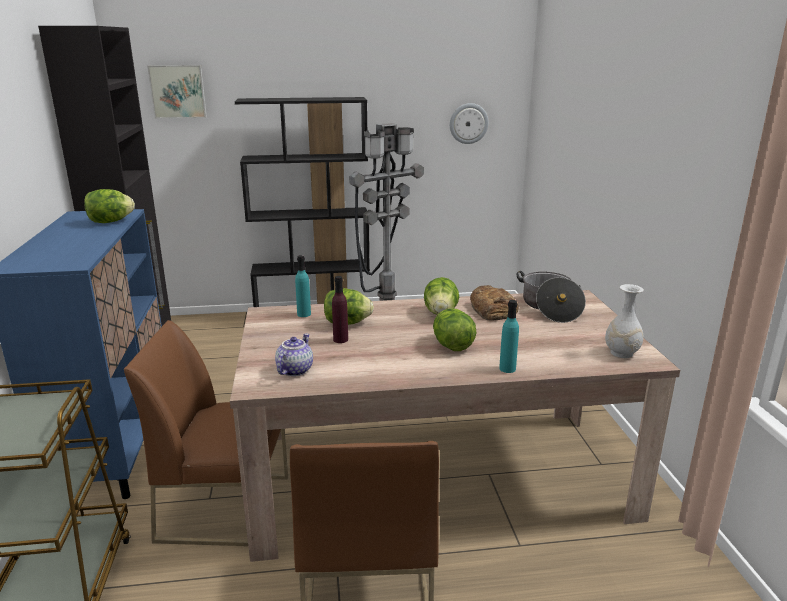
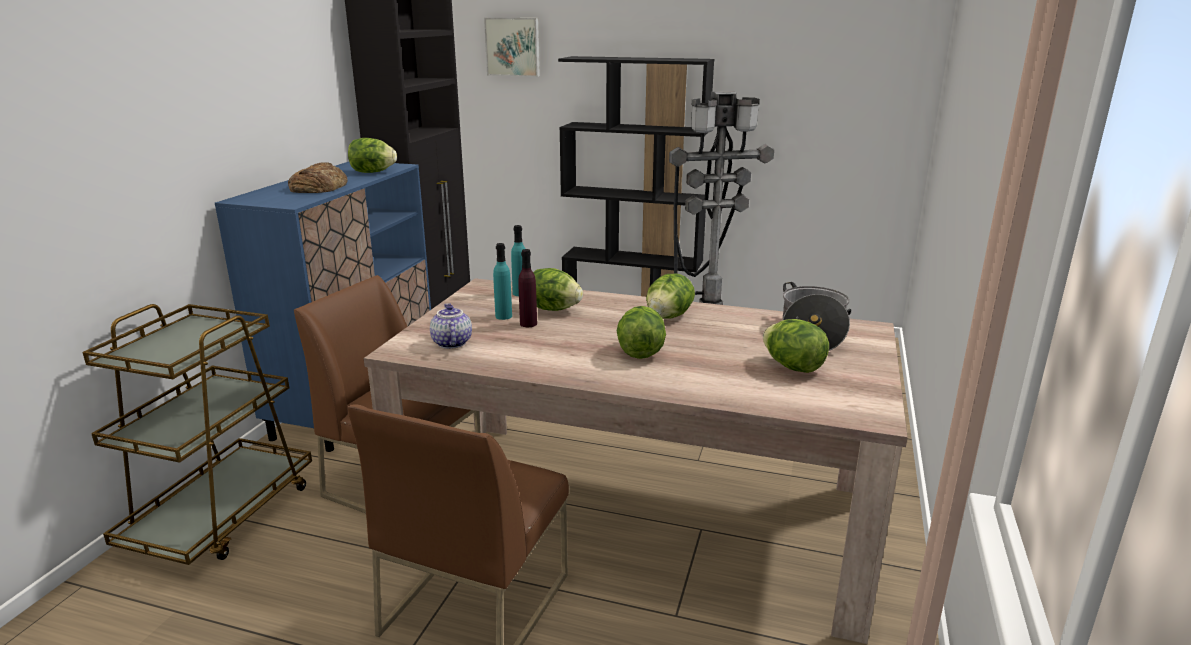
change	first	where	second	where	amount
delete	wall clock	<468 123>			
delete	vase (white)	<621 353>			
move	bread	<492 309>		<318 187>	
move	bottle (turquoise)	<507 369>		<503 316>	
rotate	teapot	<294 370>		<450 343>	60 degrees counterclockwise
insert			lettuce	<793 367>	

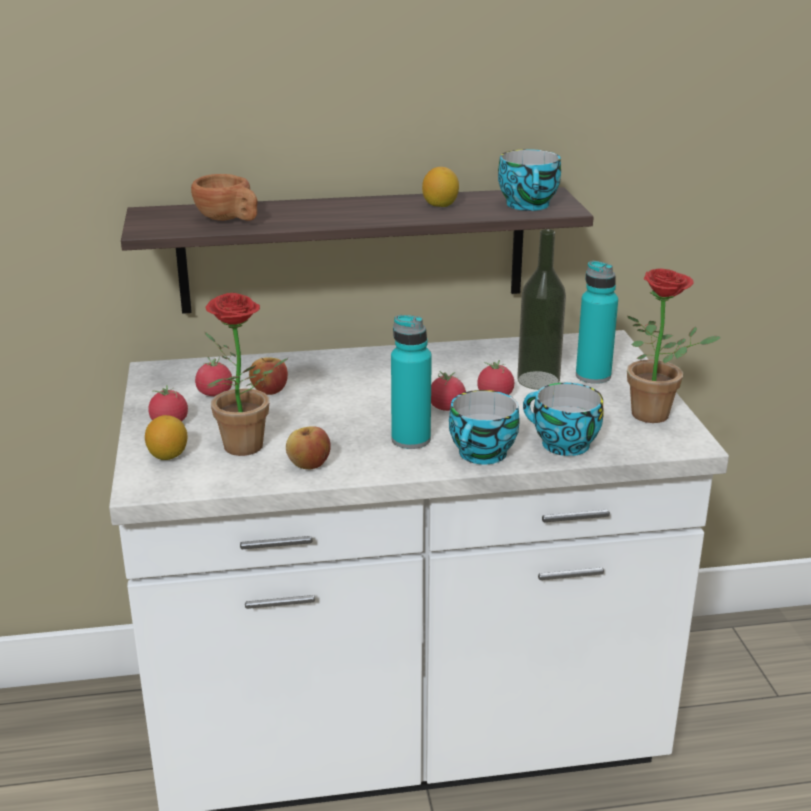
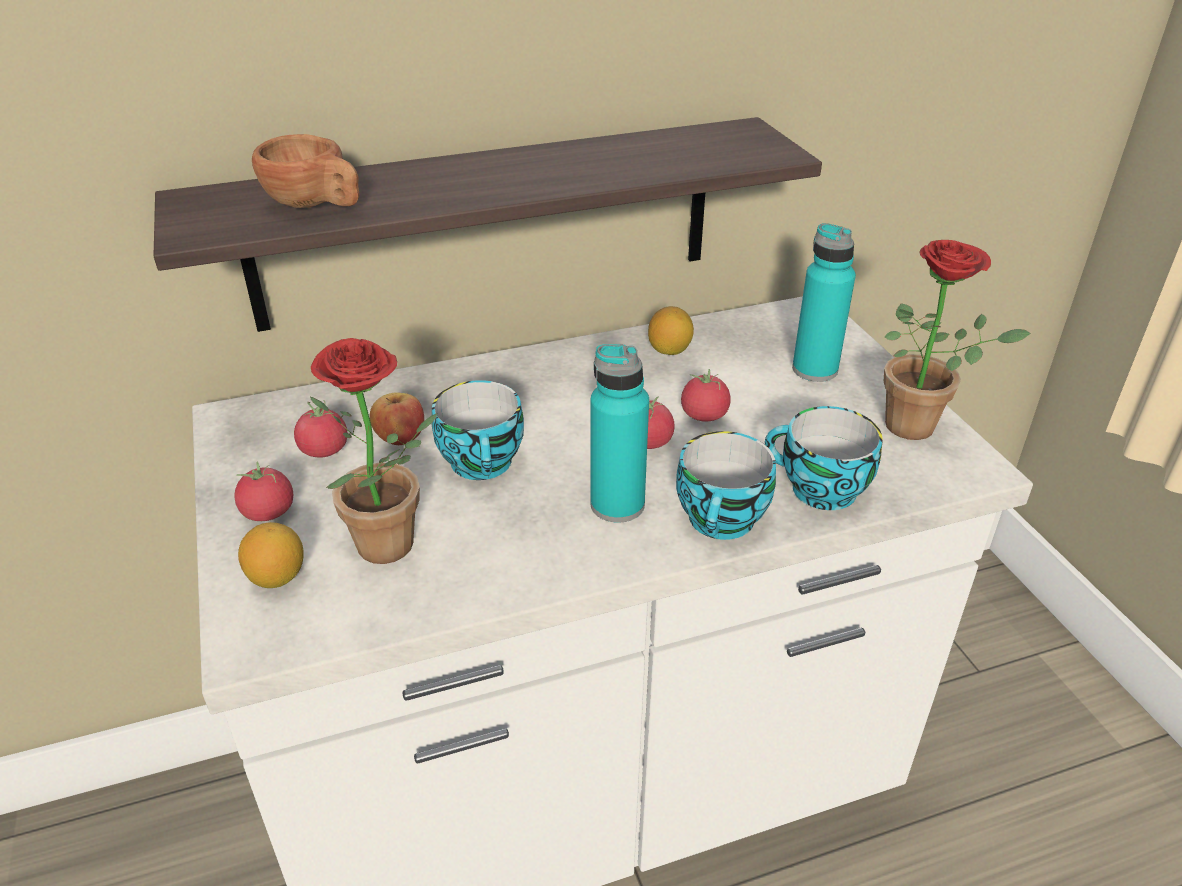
change	first	where	second	where	amount
move	cup	<530 206>		<484 464>	
move	lemon	<440 205>		<669 350>	
delete	bottle	<538 380>			
delete	apple	<309 465>			

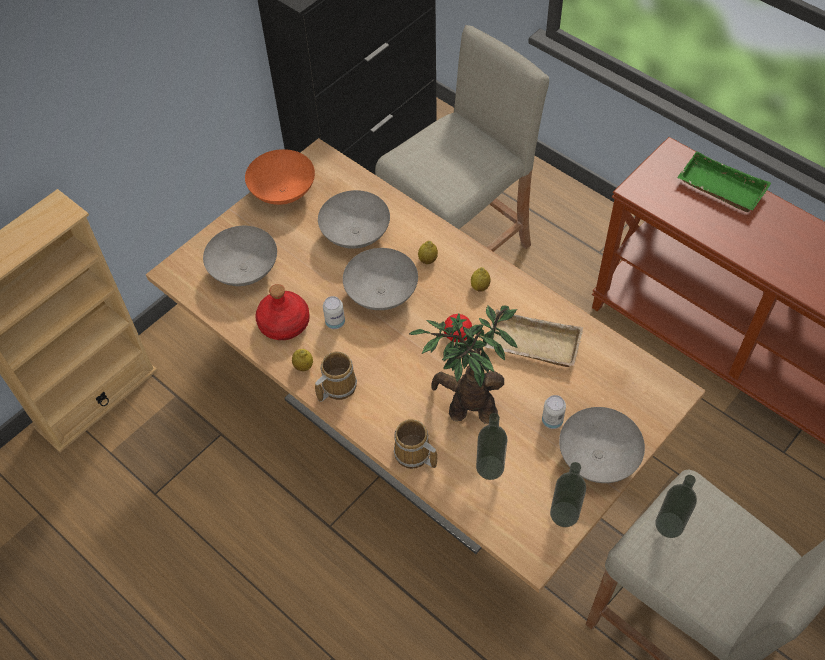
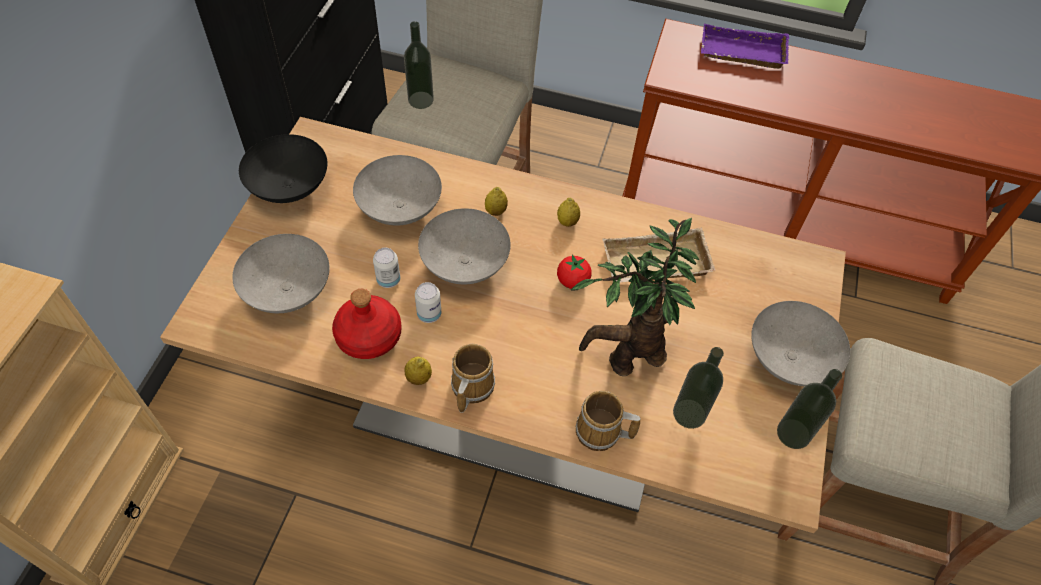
change	first	where	second	where	amount
recolor	bowl (orange)	<284 192>	bowl (black)	<290 186>	
recolor	tray (green)	<719 188>	tray (purple)	<740 54>	
move	can	<552 421>		<388 280>	
move	bottle	<669 525>		<420 100>	

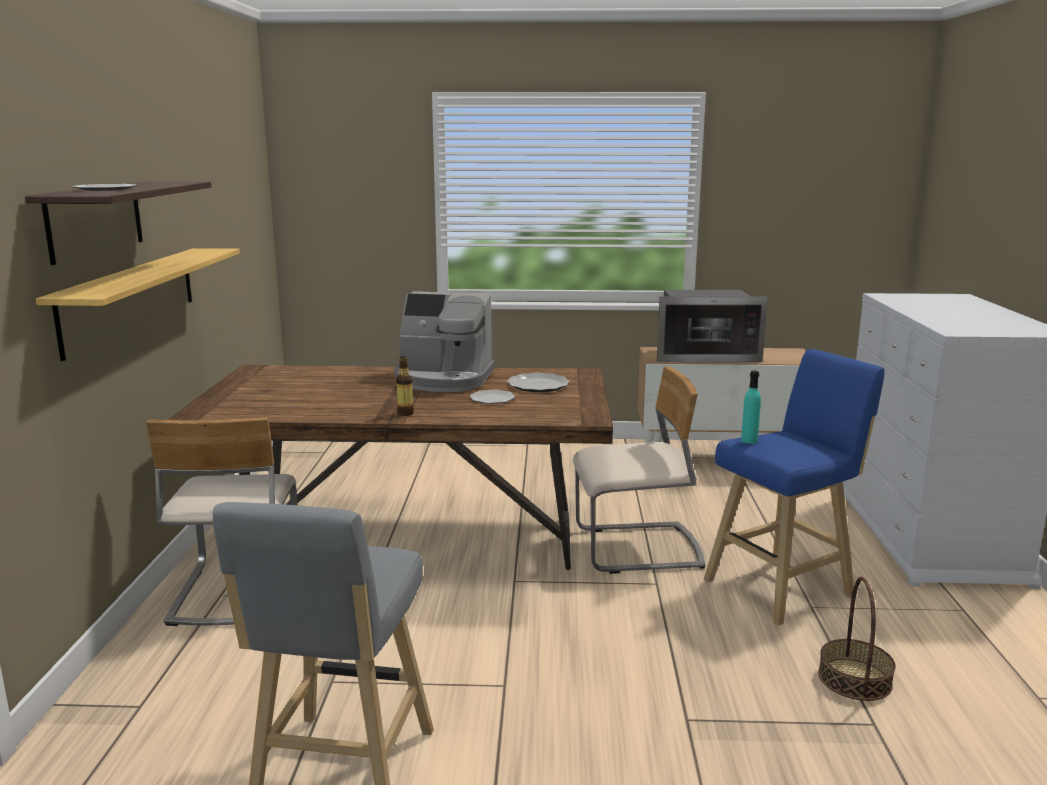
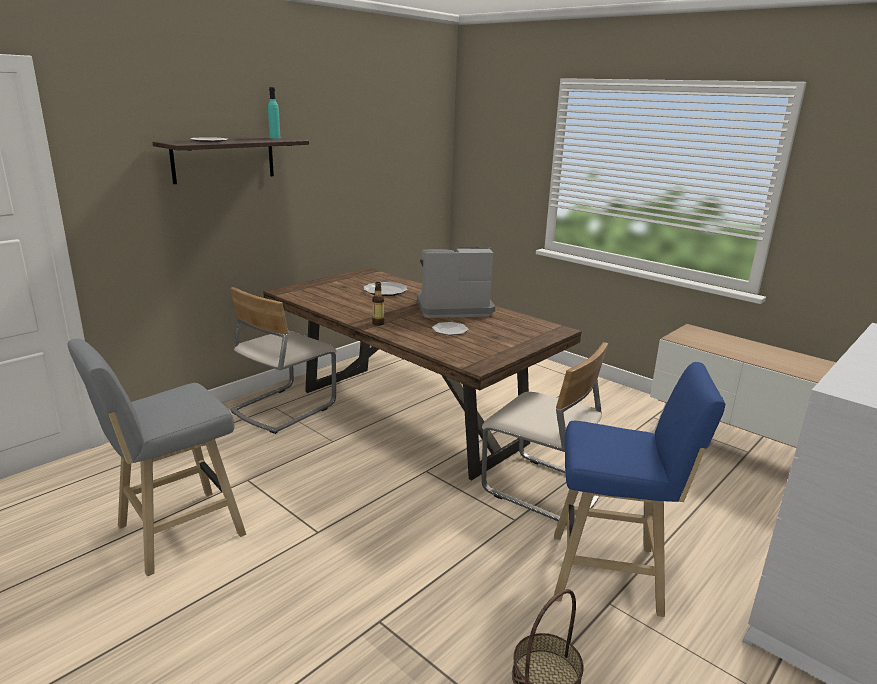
change	first	where	second	where	amount
delete	shelf	<131 298>			
delete	microwave	<704 355>			
rotate	coffee machine	<444 379>		<452 308>	120 degrees clockwise
move	bottle (turquoise)	<749 440>		<275 138>	
move	plate	<538 385>		<385 291>	

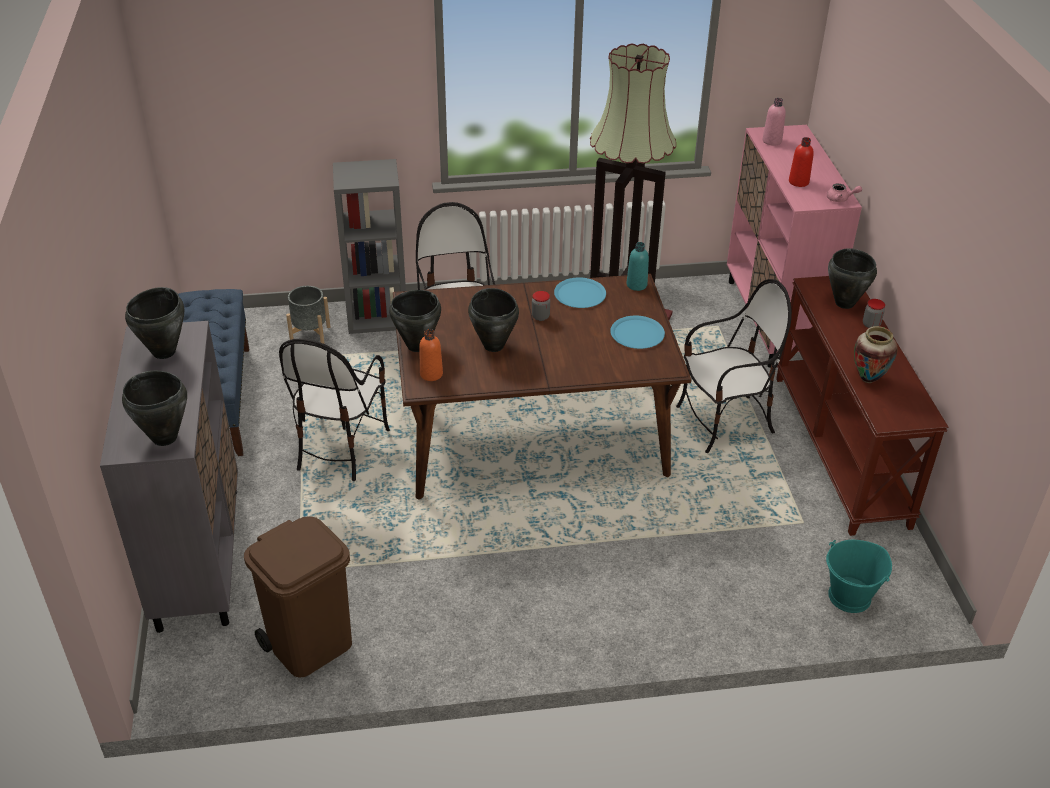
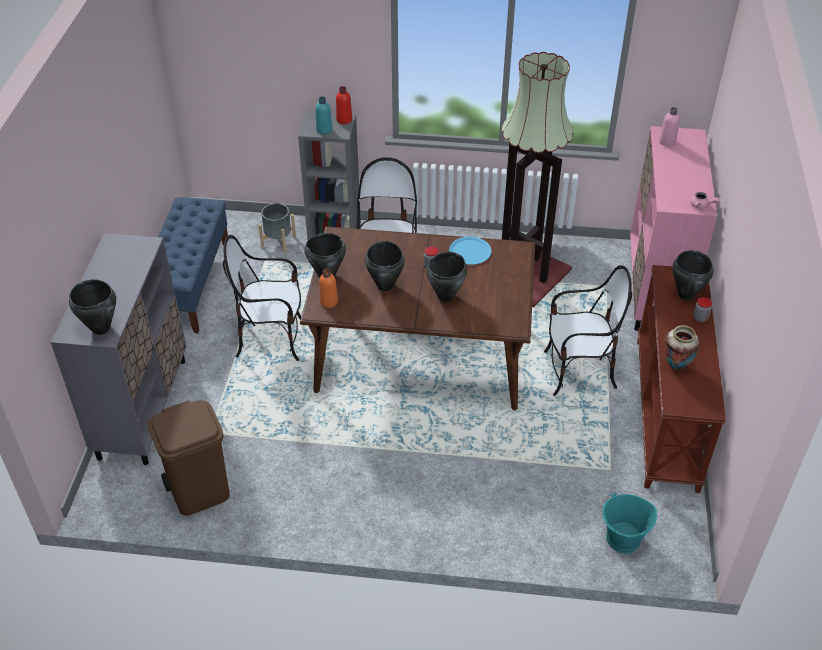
change	first	where	second	where	amount
move	bottle (red)	<798 182>		<344 120>	
move	bottle (turquoise)	<636 285>		<324 130>	
move	cooking pot (black)	<164 352>		<446 296>	
delete	plate (blue)	<637 333>			
rotate	chair	<340 447>		<271 339>	60 degrees clockwise

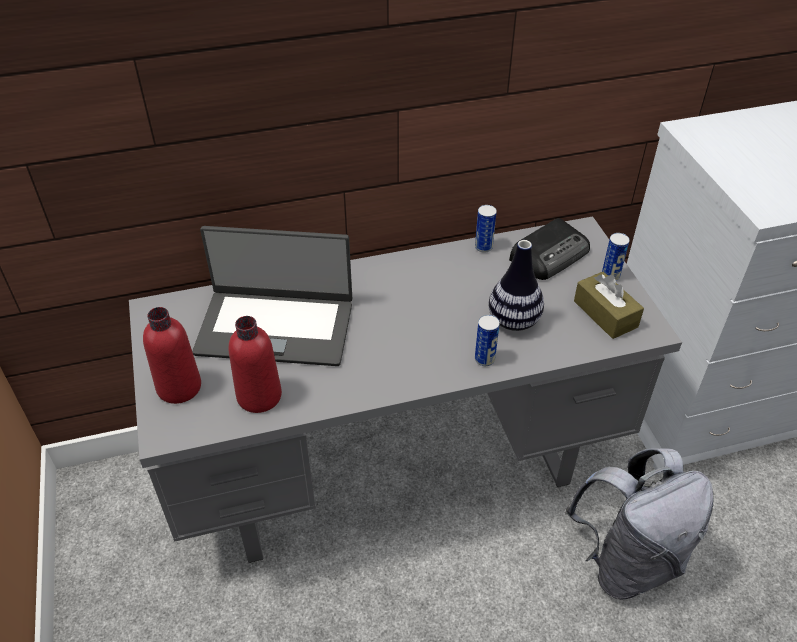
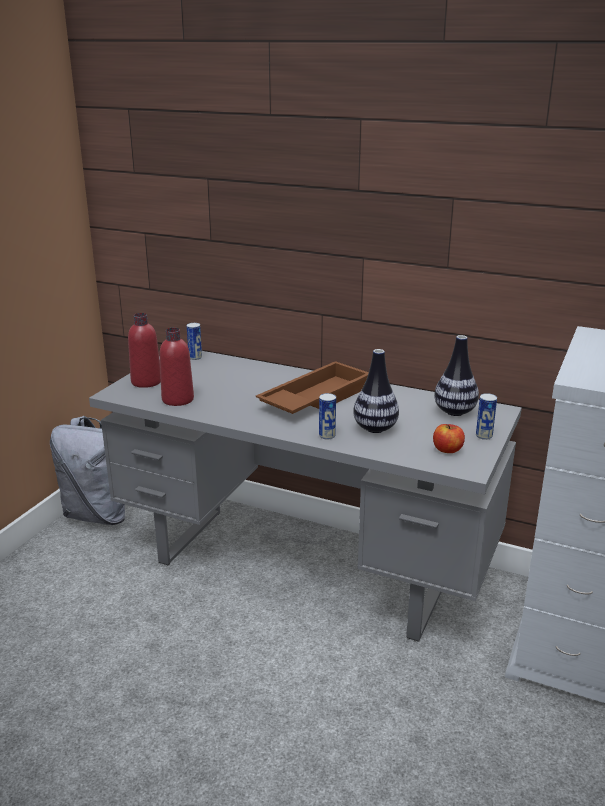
change	first	where	second	where	amount
move	can	<483 247>		<195 357>	
replace	radio	<550 254>	vase	<455 412>	
delete	laptop	<275 326>			
replace	tissue box (brown)	<605 314>	apple	<447 450>	
move	backpack (grey)	<627 560>		<101 514>	
insert			tray (brown)	<314 398>	

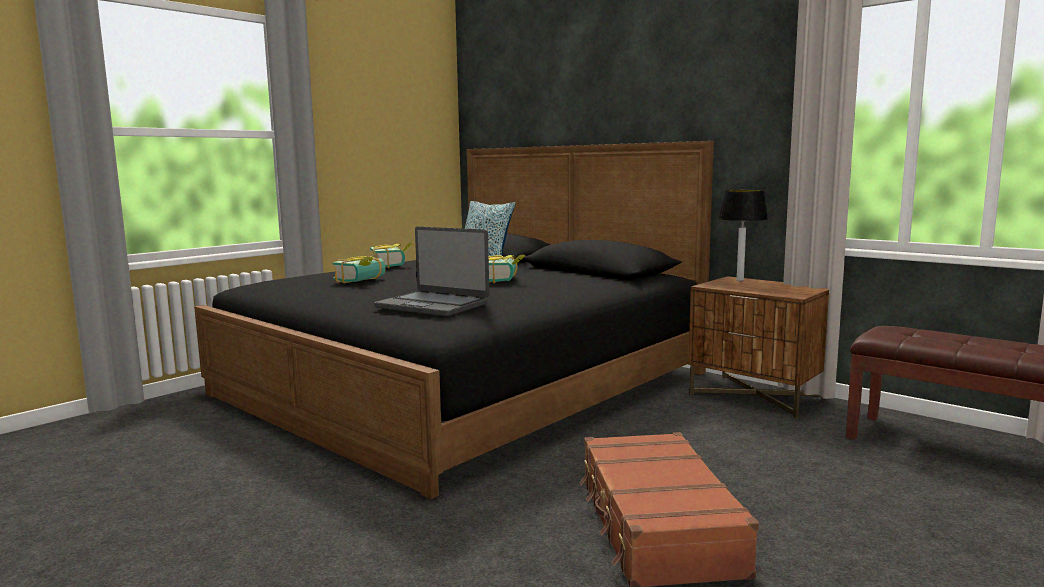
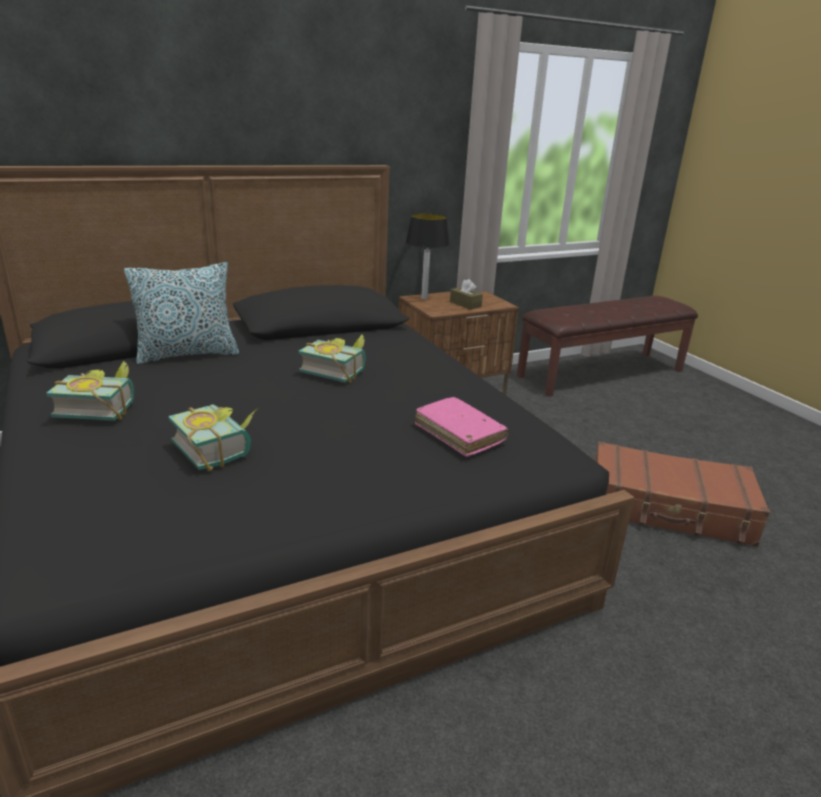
change	first	where	second	where	amount
replace	laptop	<433 305>	book (pink)	<459 434>	
insert			tissue box (brown)	<465 304>	

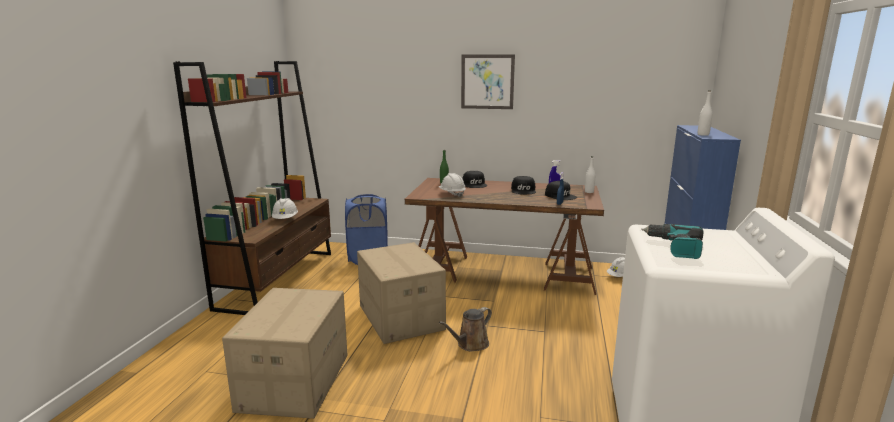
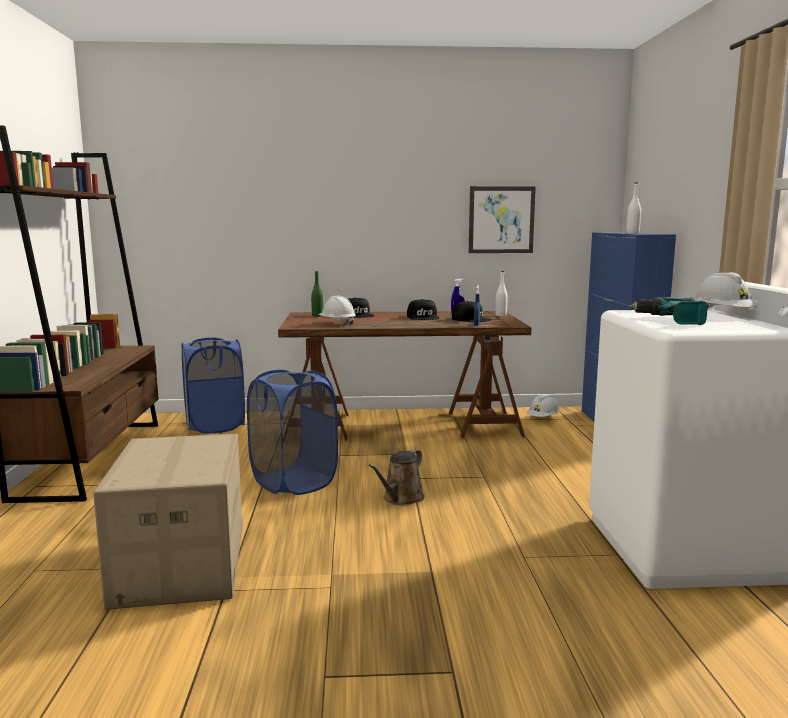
change	first	where	second	where	amount
move	picture	<487 82>		<501 220>	
move	hard hat (white)	<285 219>		<723 315>	
replace	cardboard box	<400 317>	laundry basket (blue)	<293 482>	

